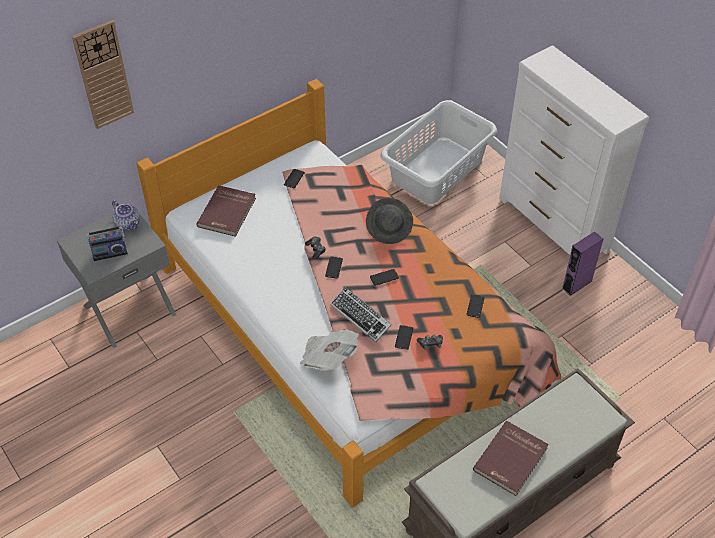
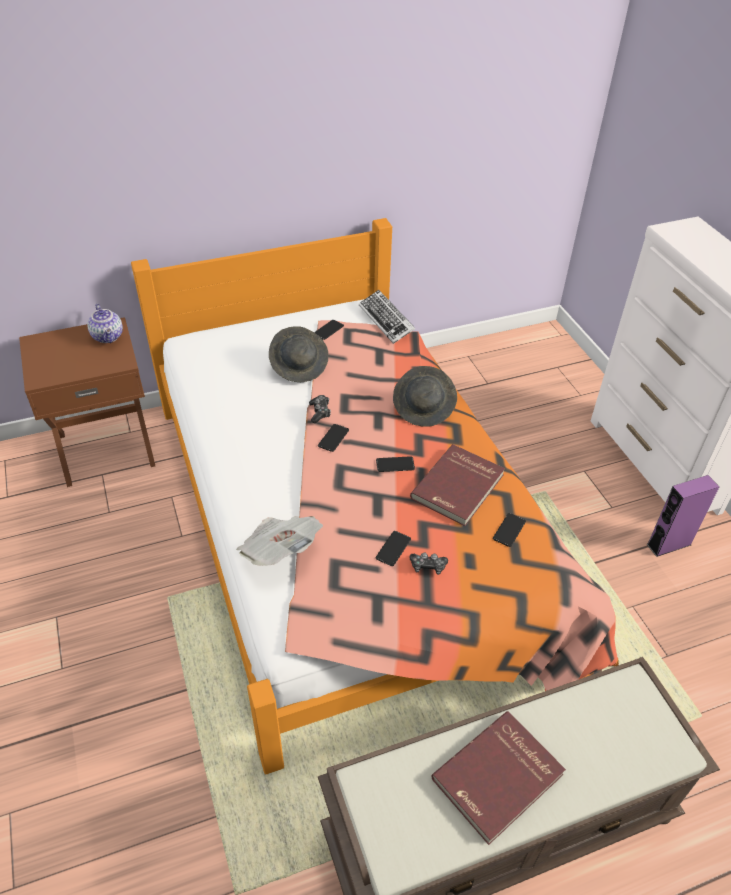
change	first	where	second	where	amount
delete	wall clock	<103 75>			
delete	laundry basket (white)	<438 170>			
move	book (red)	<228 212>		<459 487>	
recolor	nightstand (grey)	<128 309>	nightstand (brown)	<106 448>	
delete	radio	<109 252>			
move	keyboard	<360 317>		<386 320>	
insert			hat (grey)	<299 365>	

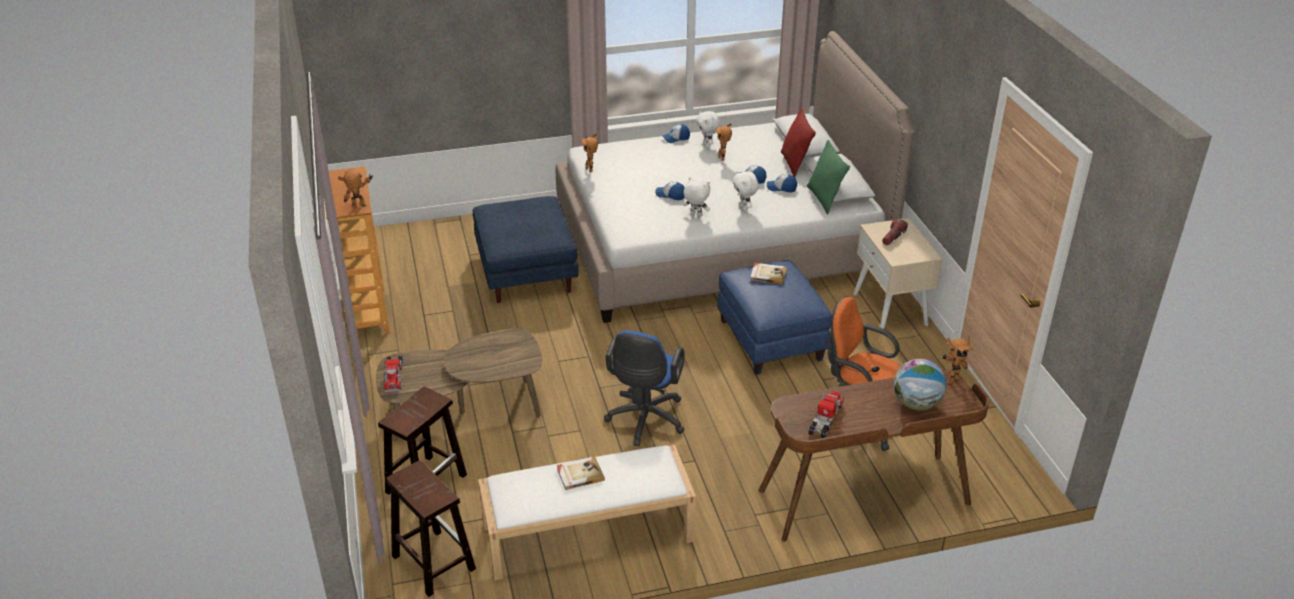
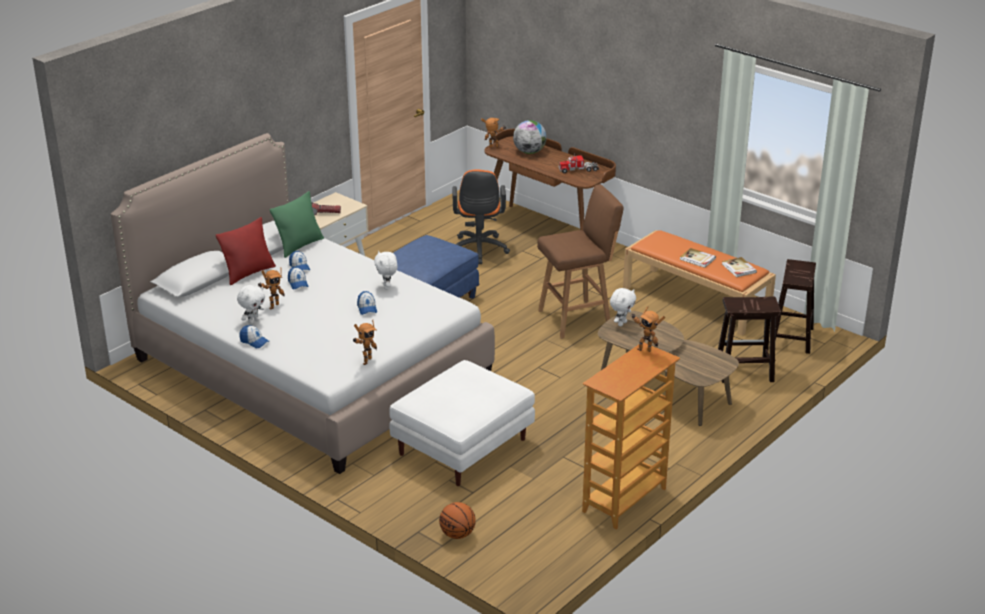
change	first	where	second	where	amount
move	plush toy (white)	<744 208>		<621 323>	
recolor	ottoman (blue)	<527 272>	ottoman (white)	<463 446>	
move	book	<768 275>		<738 268>	
replace	office chair (blue)	<645 421>	stool (brown)	<577 318>	
delete	toy truck	<394 376>			
recolor	bench (white)	<586 534>	bench (orange)	<697 300>	
insert			basketball	<457 534>	

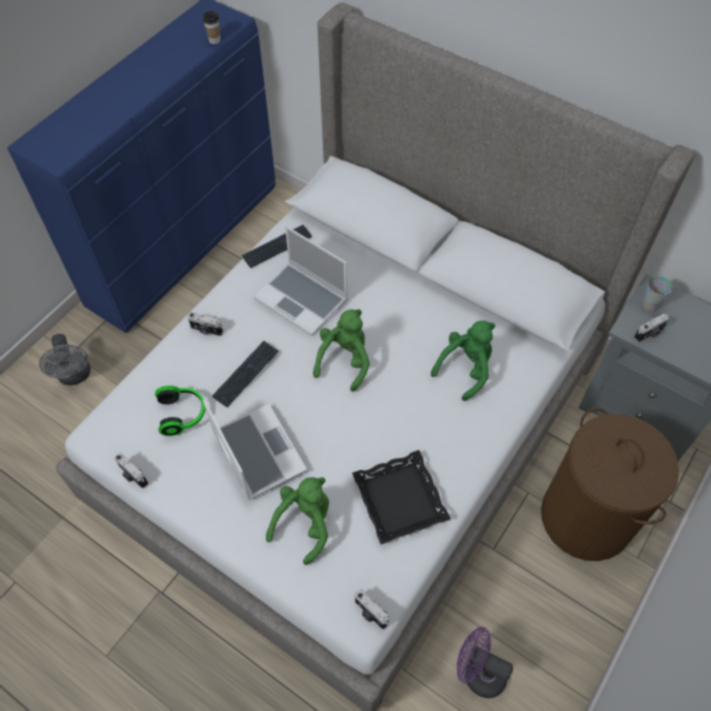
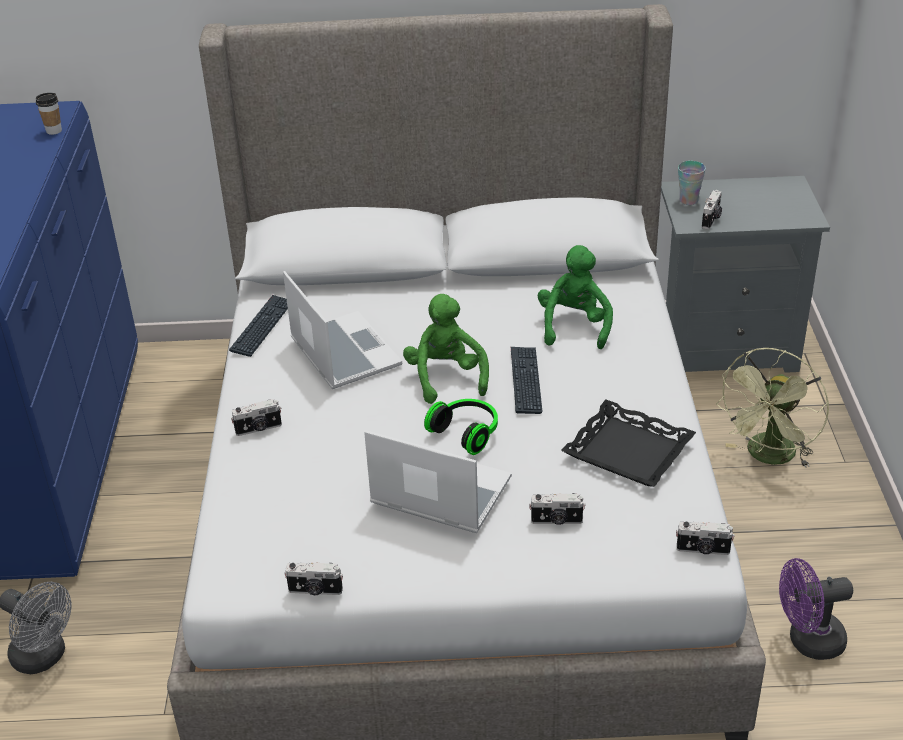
change	first	where	second	where	amount
rotate	laptop	<303 299>		<343 352>	120 degrees counterclockwise
move	keyboard	<246 374>		<525 381>	
move	headphones	<183 414>		<467 433>	
replace	laundry basket (brown)	<586 517>	fan (green)	<768 457>	
replace	plush toy (green)	<305 523>	photo camera	<556 521>	

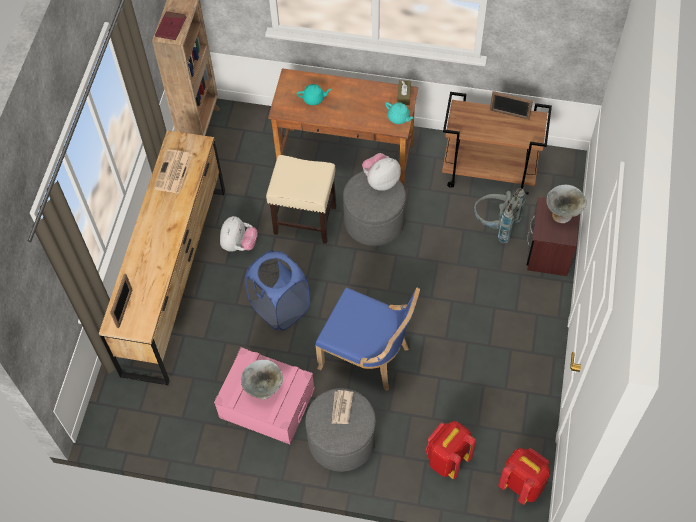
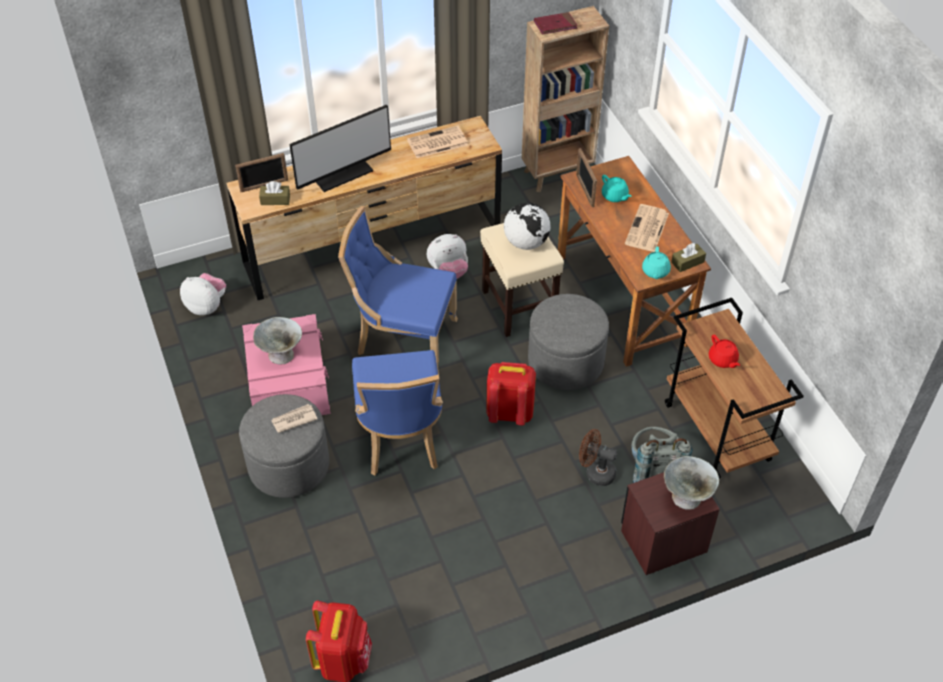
change	first	where	second	where	amount
move	picture frame	<509 114>		<585 190>	
move	plush toy	<381 180>		<207 306>	
replace	laundry basket (blue)	<280 308>	chair (blue)	<402 339>	
move	backpack (red)	<447 459>		<509 412>	
insert			monitor	<341 172>	
insert			tissue box (brown)	<275 200>	
insert			globe	<526 242>	
insert			newspaper	<647 229>	
insert			teapot (red)	<722 360>	
insert			fan (brown)	<595 472>	

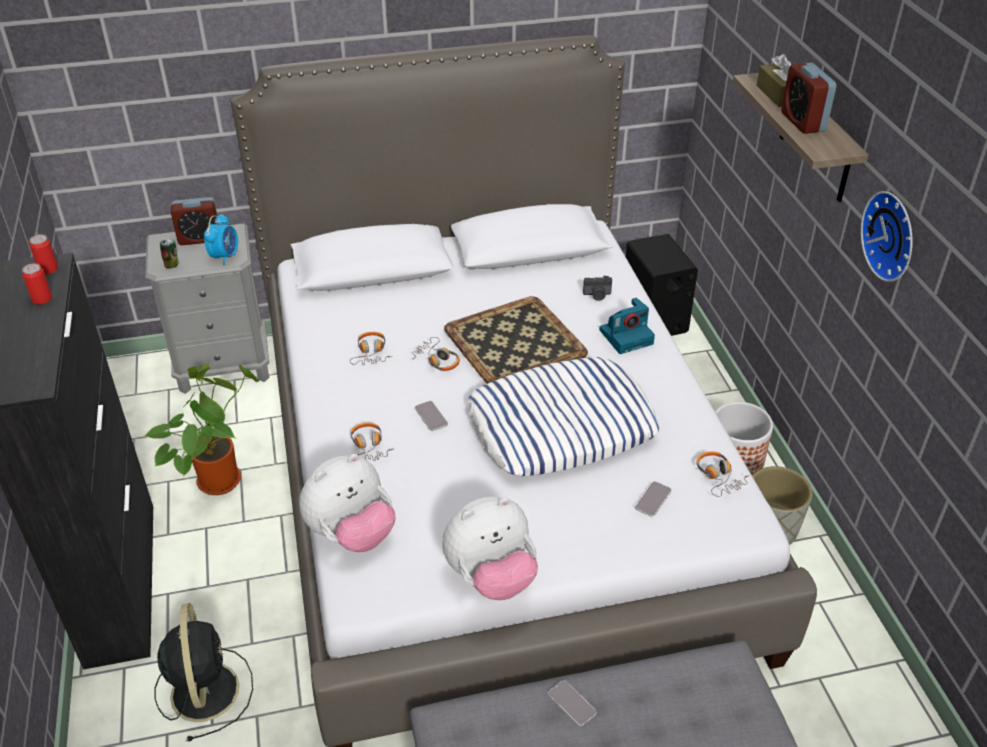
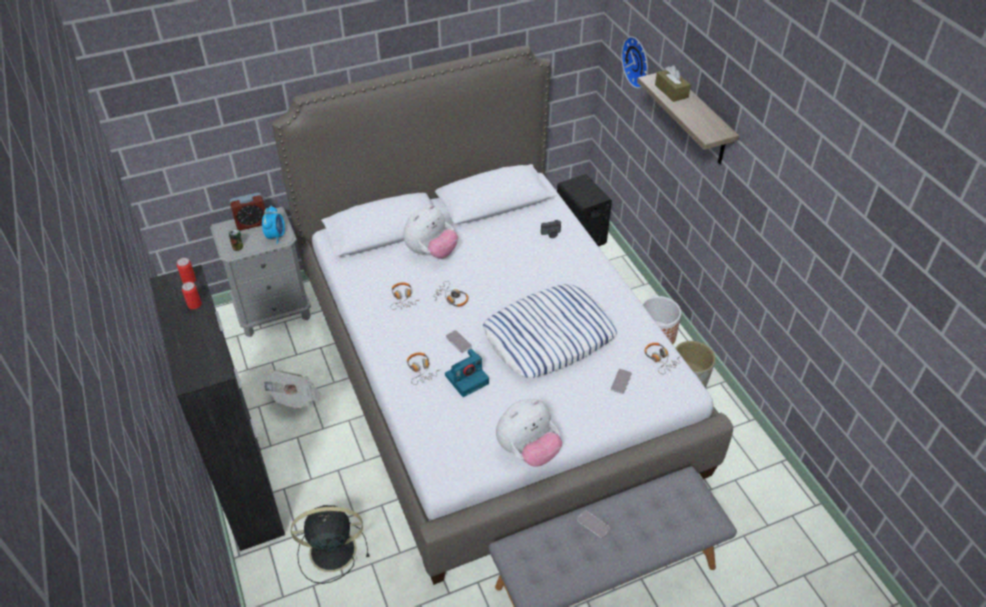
change	first	where	second	where	amount
delete	alarm clock	<802 122>			
move	wall clock	<892 235>		<638 61>	
delete	tray	<515 341>			
move	photo camera	<627 336>		<467 378>	
replace	potted plant	<219 477>	newspaper	<295 398>	
move	plush toy	<351 534>		<431 252>	
rotate	fan (black)	<205 689>		<330 551>	75 degrees counterclockwise

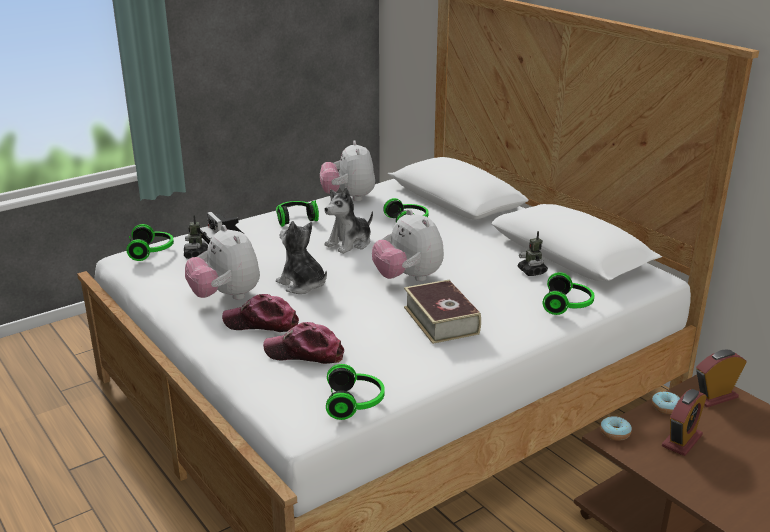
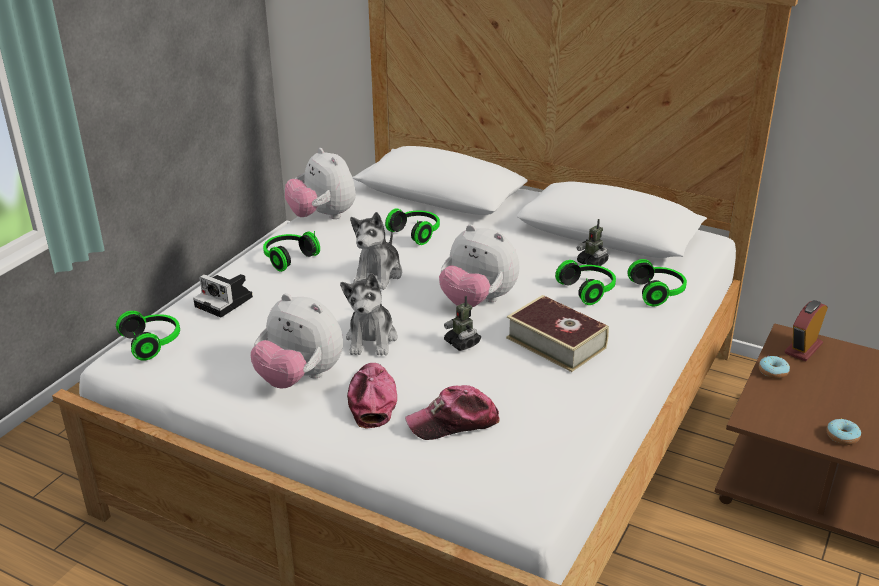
change	first	where	second	where	amount
move	toy robot	<196 255>		<462 343>	
rotate	plush toy	<302 284>		<372 339>	105 degrees counterclockwise
rotate	cap	<261 323>		<372 399>	105 degrees clockwise
move	headphones	<355 403>		<589 290>	
delete	alarm clock	<682 440>			
move	donut	<615 433>		<842 437>	

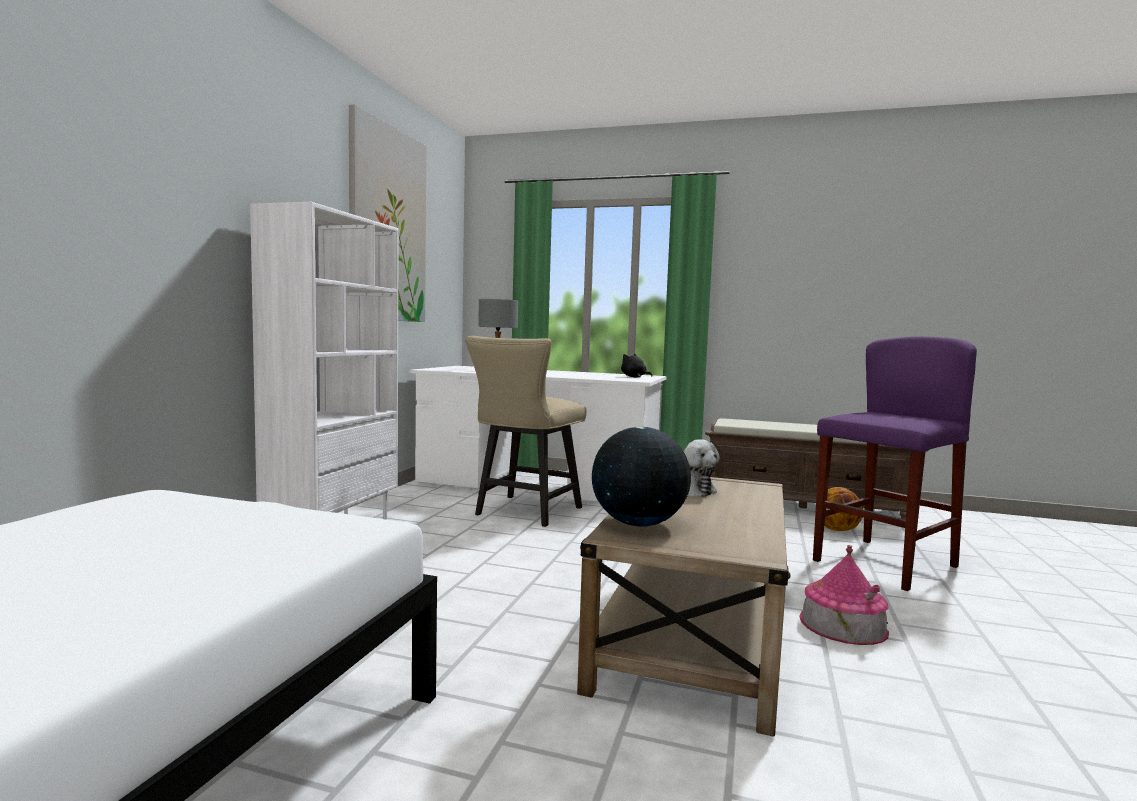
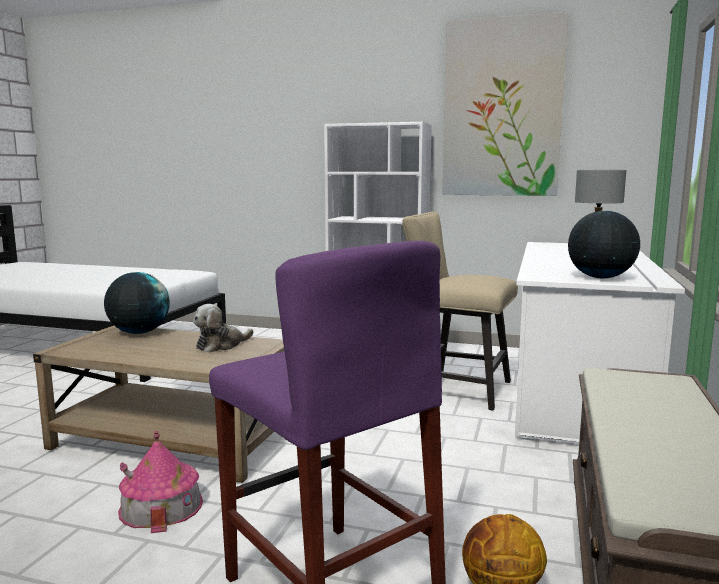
change	first	where	second	where	amount
replace	plush toy (black)	<634 377>	globe	<600 277>	

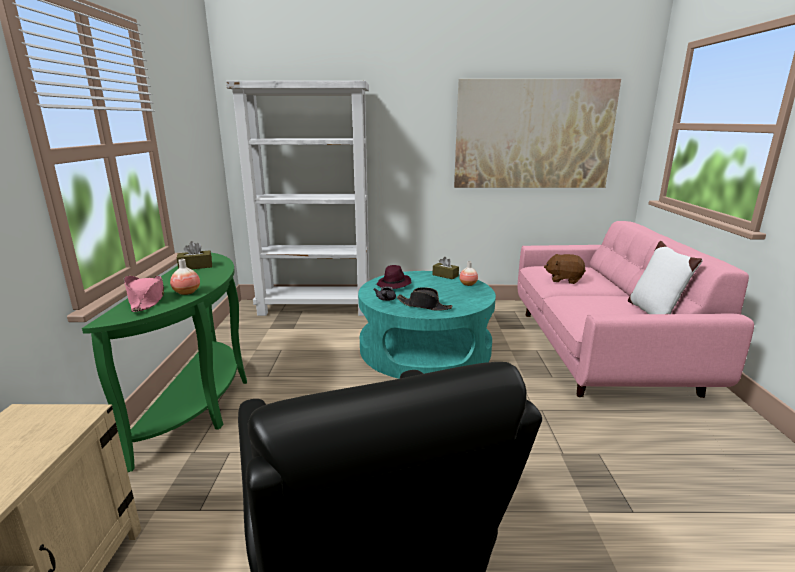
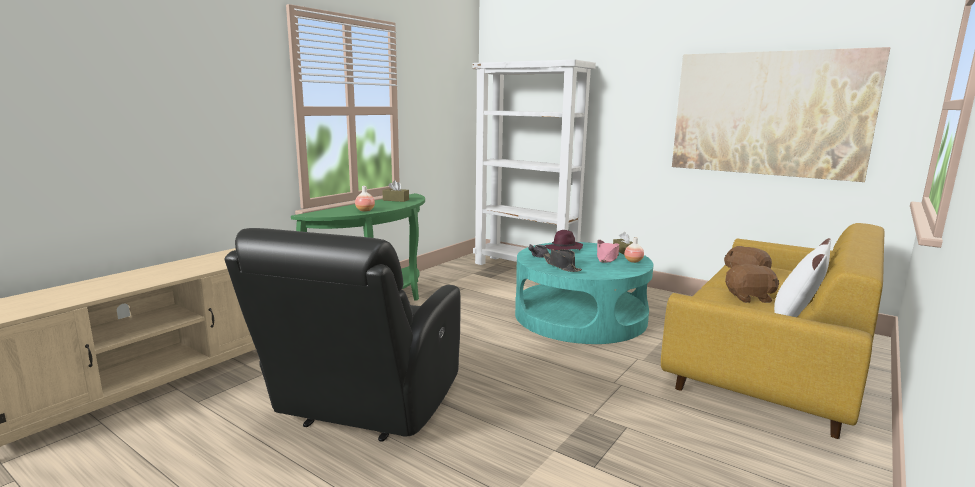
change	first	where	second	where	amount
recolor	sofa (pink)	<599 349>	sofa (yellow)	<770 366>	
move	hat (pink)	<147 300>		<607 257>	
insert			plush toy (brown)	<749 298>	

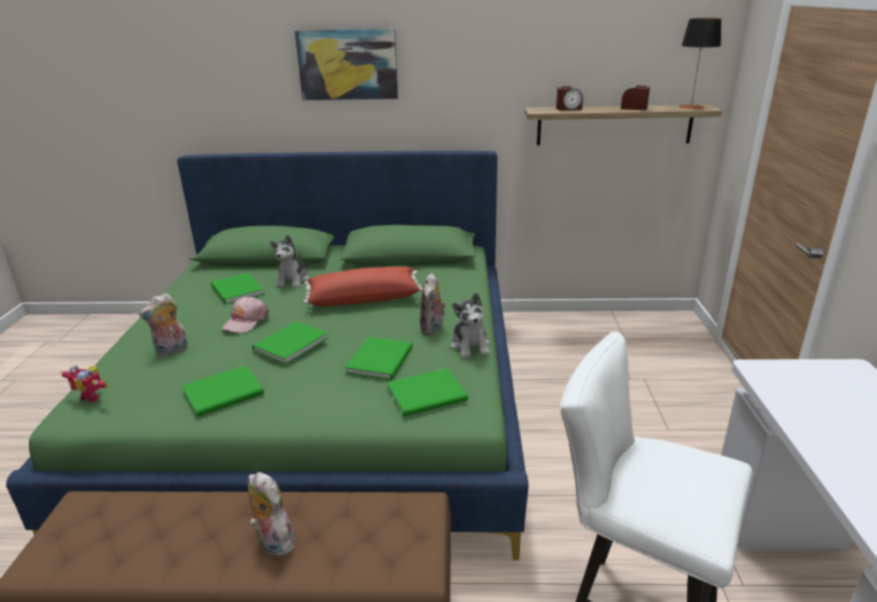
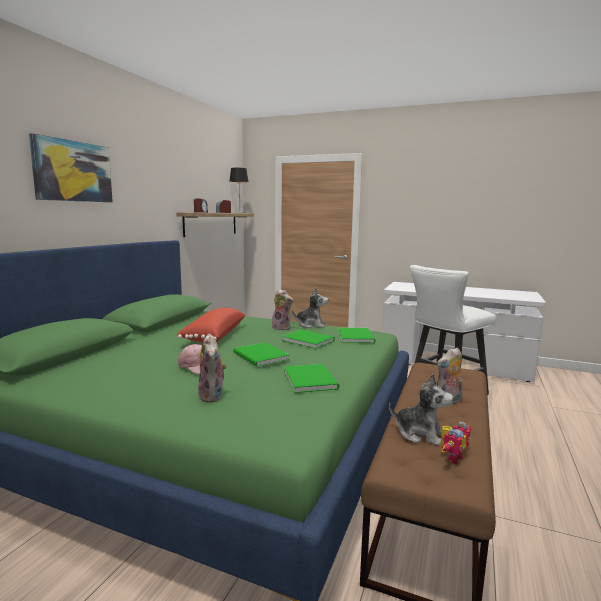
change	first	where	second	where	amount
move	plush toy	<293 280>		<420 434>	
delete	book (green)	<236 291>			
move	toy robot	<93 396>		<451 457>	

